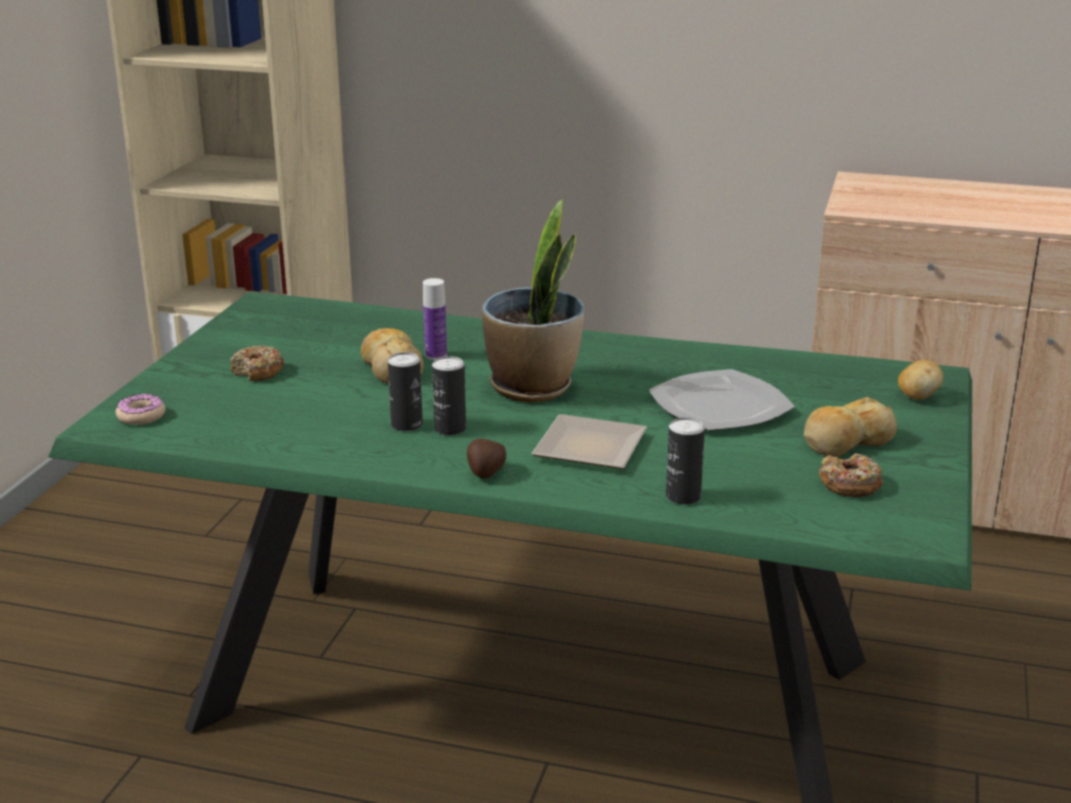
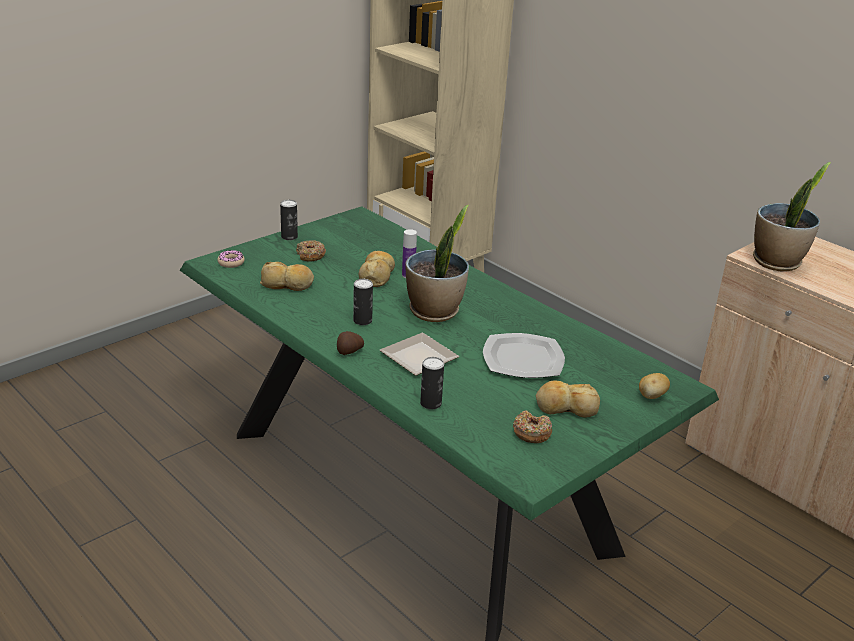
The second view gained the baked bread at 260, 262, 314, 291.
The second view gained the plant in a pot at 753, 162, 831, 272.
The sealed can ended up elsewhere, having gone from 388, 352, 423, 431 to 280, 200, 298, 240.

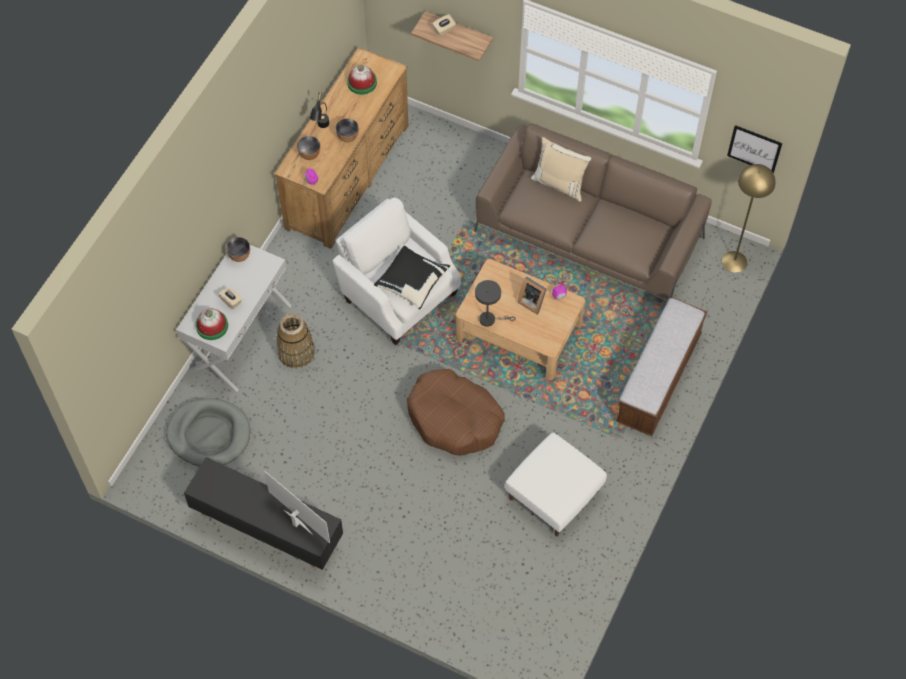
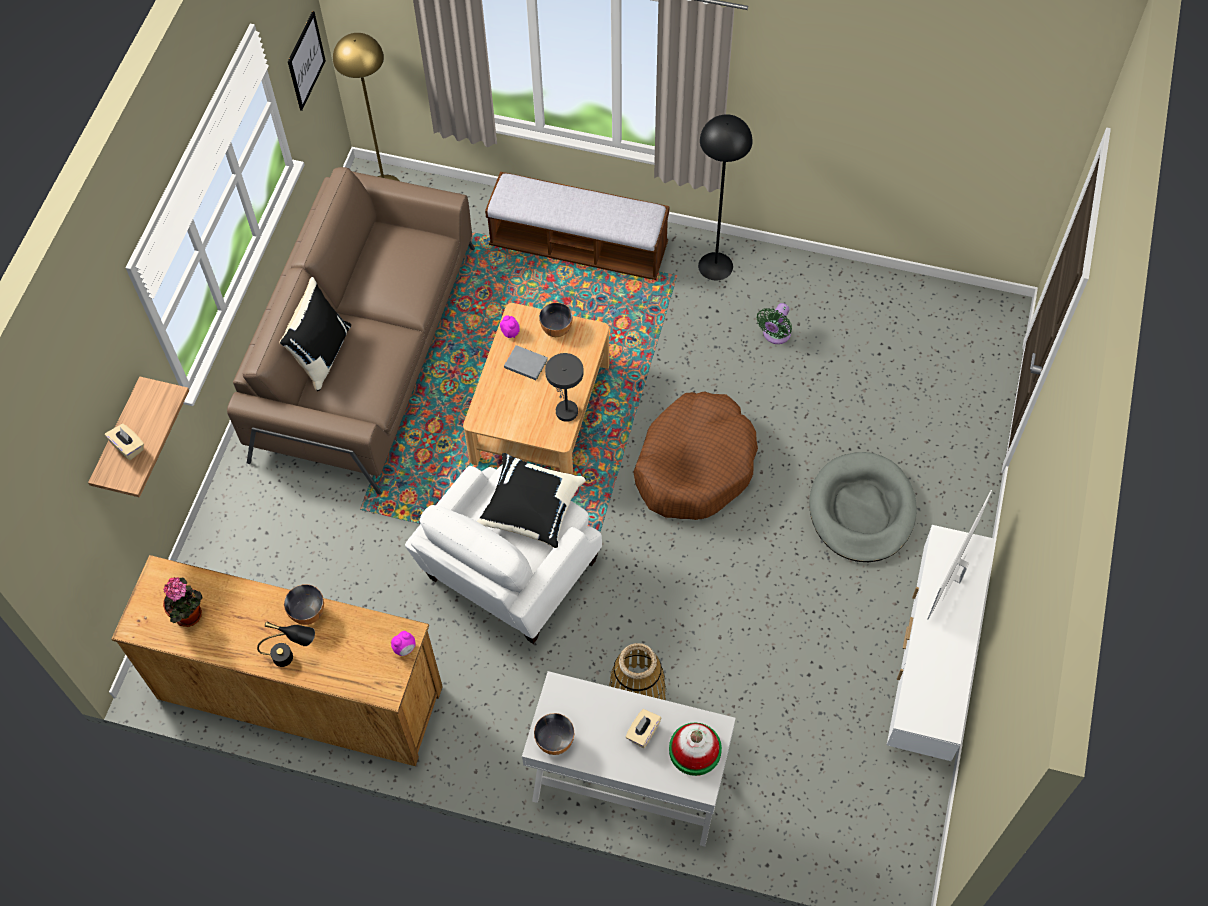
The second view gained the standard lamp/blackish at 698, 114, 752, 280.
The dog bed/grey ended up elsewhere, having gone from 166, 398, 250, 466 to 809, 452, 917, 562.
The deep dish ended up elsewhere, having gone from 297, 136, 320, 160 to 539, 303, 573, 337.
Where the clothing hat stood at 347, 65, 377, 95, the plant in a pot came to stand at 163, 577, 202, 627.
Where the pouffe/white-coloured stood at 505, 433, 607, 536, the electric fan/green came to stand at 757, 303, 792, 344.
Where the standing frame stood at 517, 277, 546, 314, the volume/grey came to stand at 504, 345, 548, 380.
What was the media console/blackish at 184, 457, 343, 570 turned into the media console/white-coloured at 887, 525, 995, 761.
What was the throw pillow/beige-coloured at 531, 137, 592, 202 turned into the throw pillow/blackish at 279, 277, 351, 391.

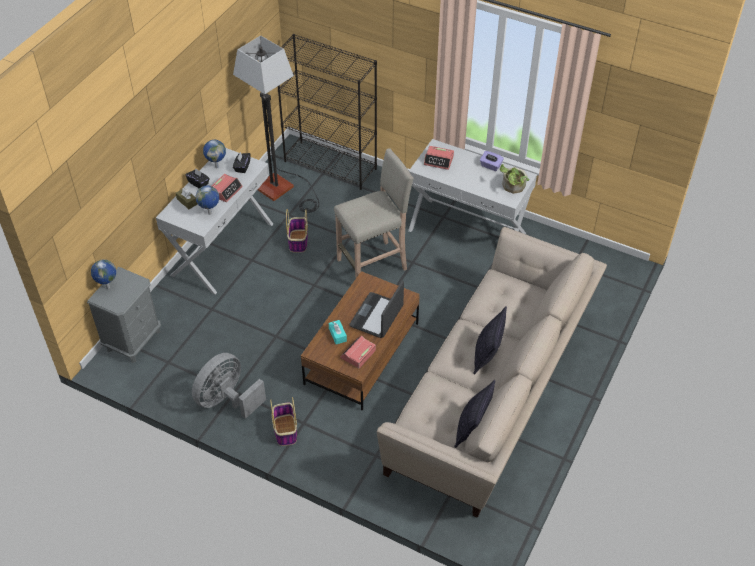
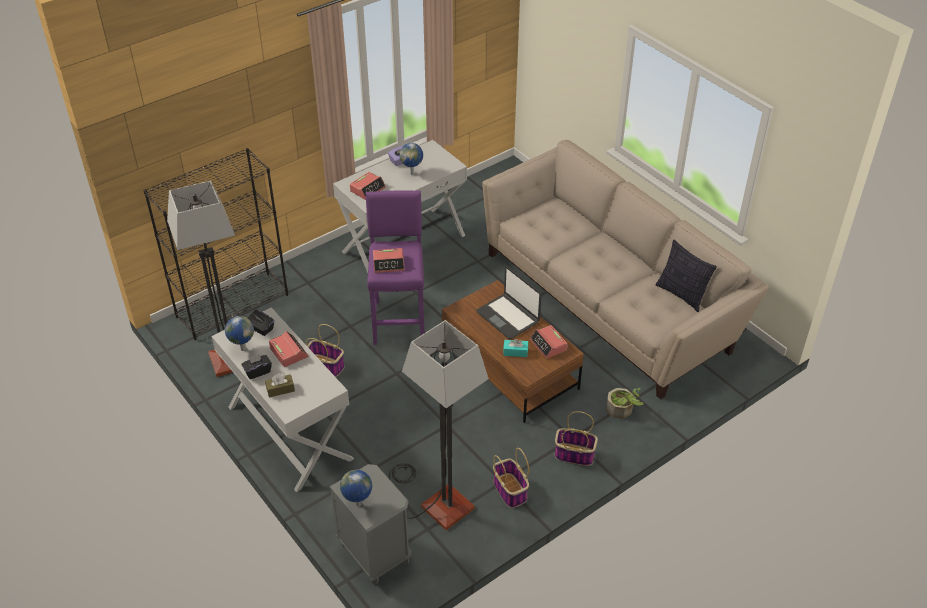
The second view lost the throw pillow at 473, 306, 507, 374.
The second view gained the alarm clock at 373, 248, 405, 273.
The second view gained the standard lamp at 389, 320, 489, 530.
The desk globe ended up elsewhere, having gone from 196, 185, 219, 215 to 399, 143, 423, 175.
The plant in a pot ended up elsewhere, having gone from 500, 164, 530, 194 to 606, 388, 644, 419.
Where the electric fan/grey stood at 192, 353, 266, 419, the basket came to stand at 493, 448, 529, 508.
What was the stool/beige-coloured at 334, 148, 414, 279 turned into the stool/purplish at 366, 190, 425, 345.

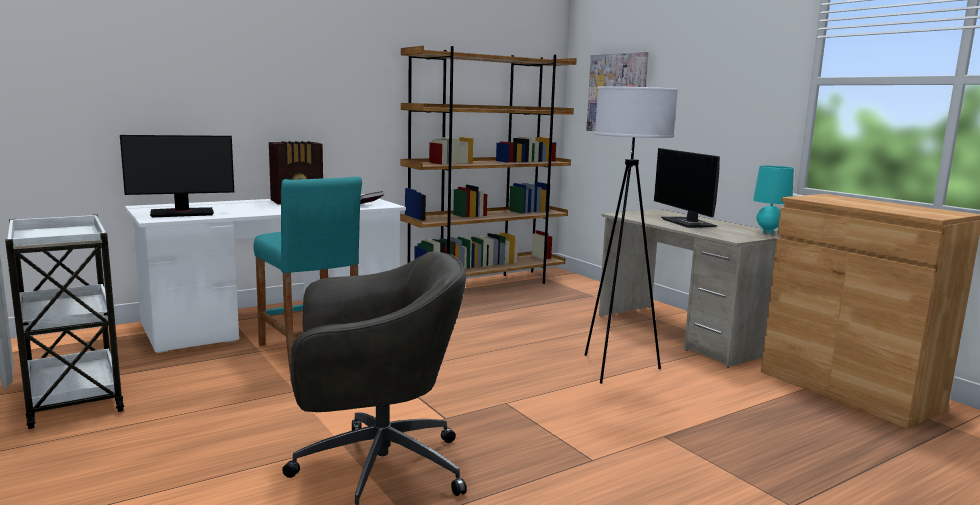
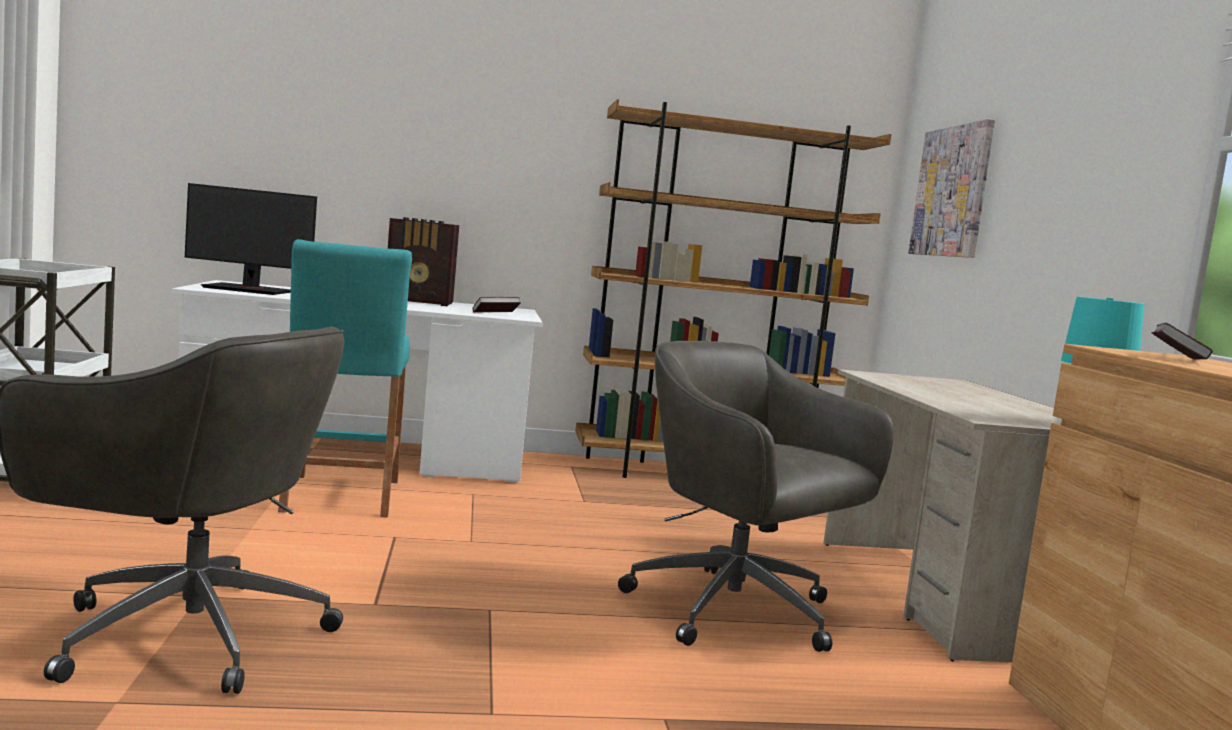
The second view lost the computer screen at 654, 148, 720, 228.
The second view gained the volume at 1152, 323, 1213, 360.
Where the standard lamp/white-coloured stood at 585, 86, 678, 384, the computer chair/grey came to stand at 618, 341, 894, 652.

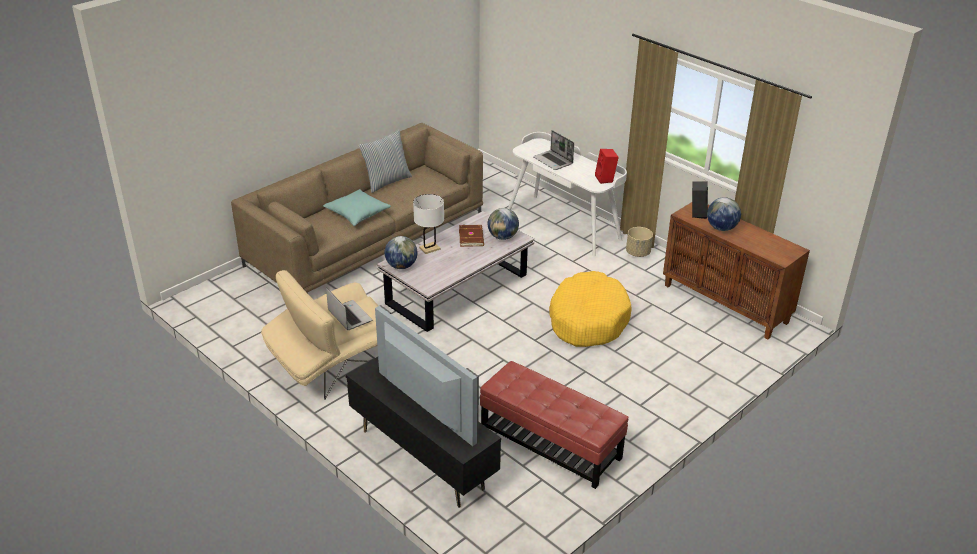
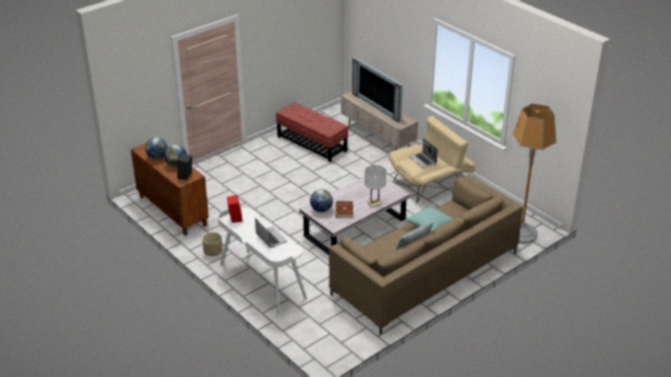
The second view lost the dog bed/yellow-coloured at 549, 271, 632, 347.
The second view gained the standard lamp at 513, 103, 556, 244.
The desk globe ended up elsewhere, having gone from 385, 236, 418, 269 to 145, 137, 168, 160.
What was the media console/blackish at 345, 357, 501, 508 turned into the media console/beige-coloured at 341, 91, 419, 150.

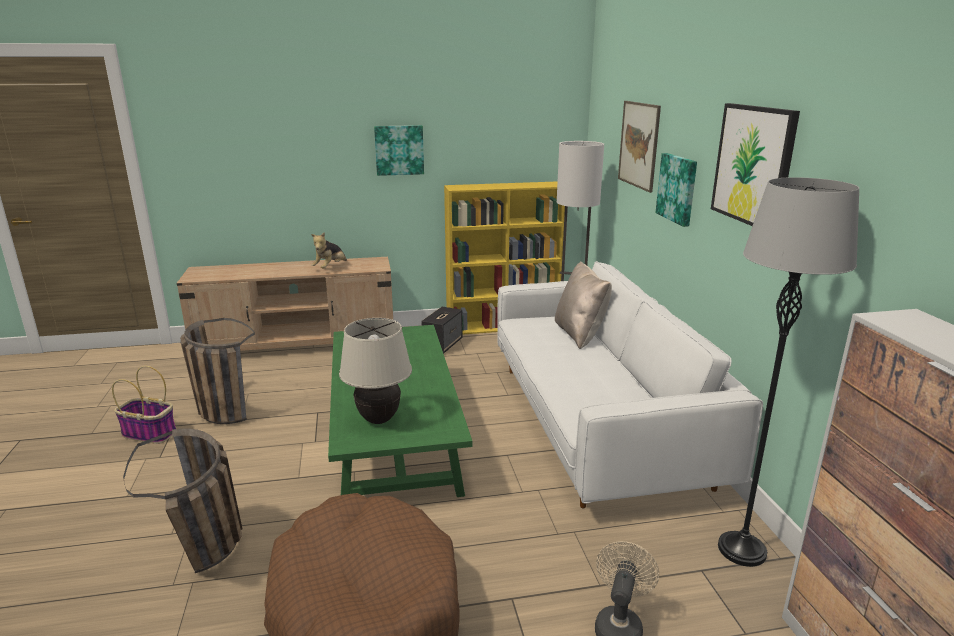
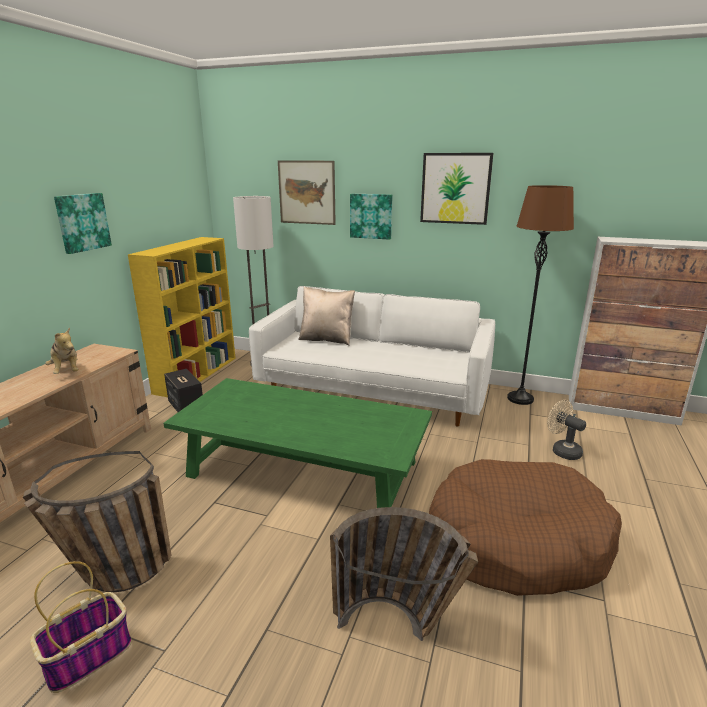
The second view lost the lamp for a table/beige-coloured at 339, 318, 412, 424.
What was the standard lamp/grey at 718, 177, 859, 567 turned into the standard lamp/brown-coloured at 507, 185, 574, 405.

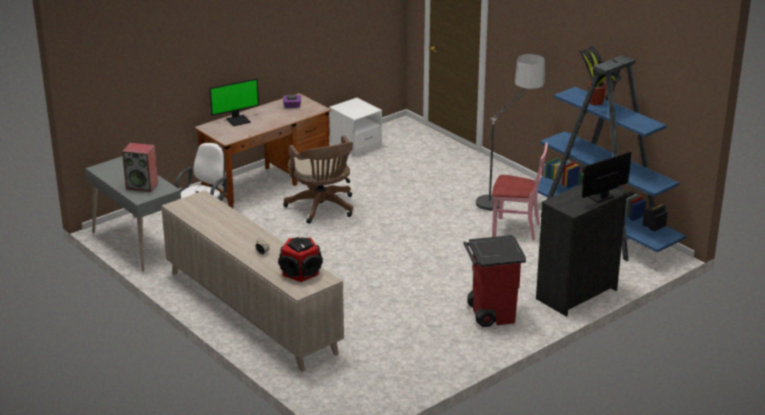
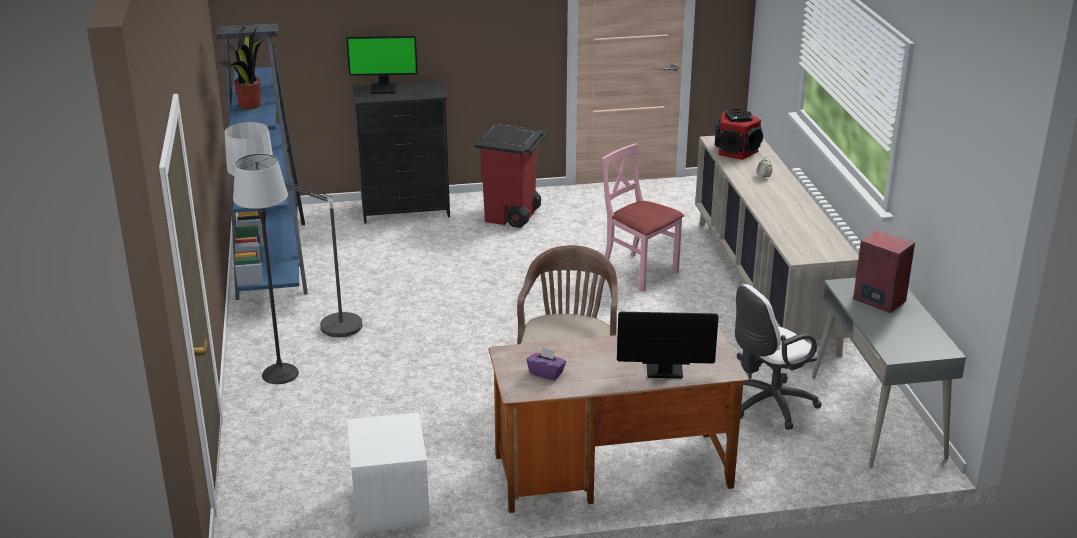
The second view gained the standard lamp at 233, 154, 299, 384.
The plain chair/pink ended up elsewhere, having gone from 492, 142, 548, 241 to 602, 143, 684, 292.

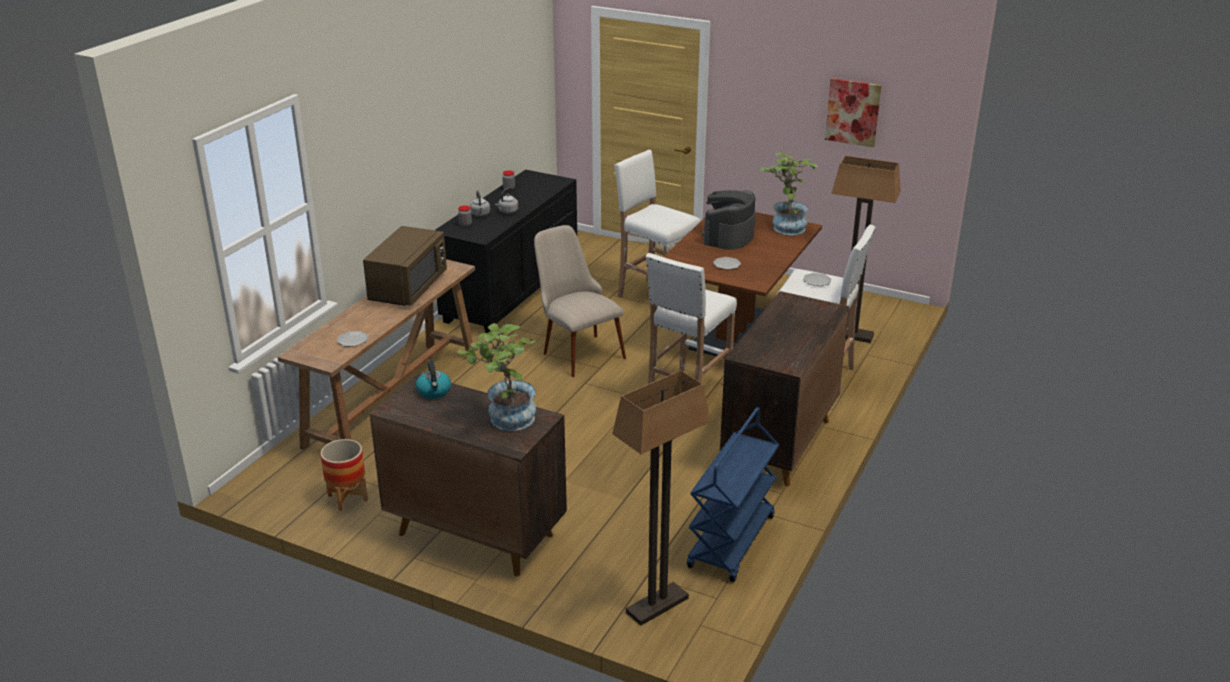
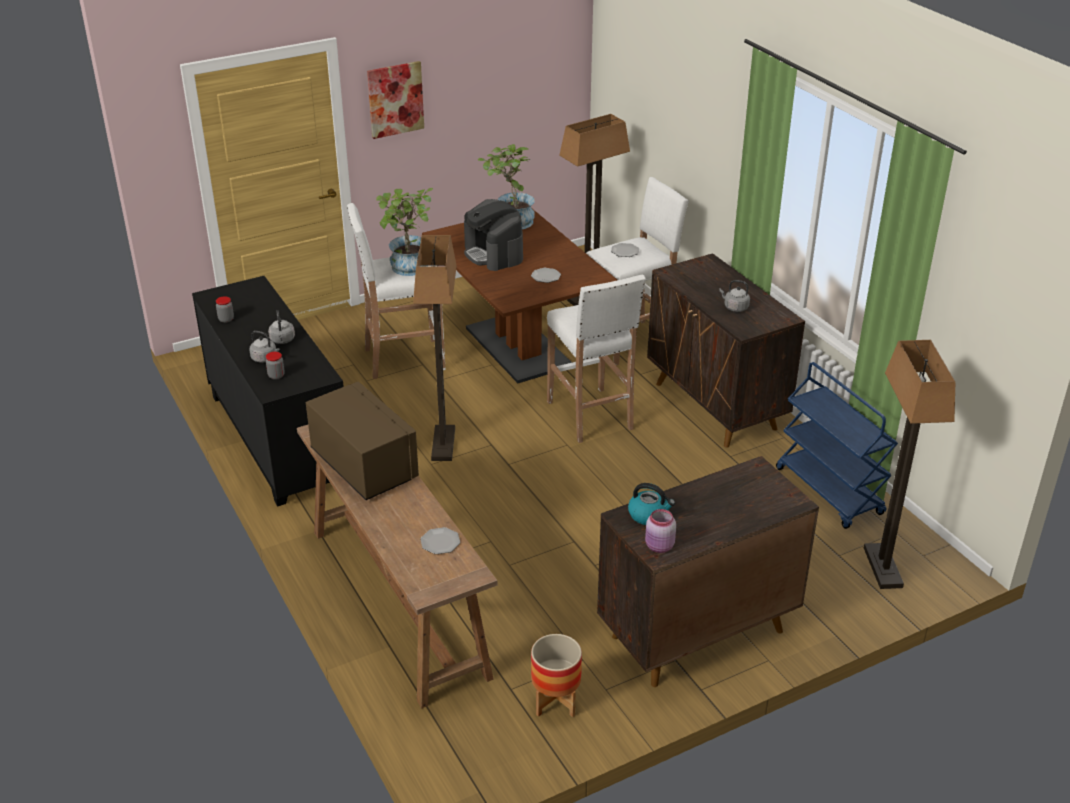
The second view gained the storage jar/pink at 645, 509, 676, 553.
The second view gained the tea kettle/grey at 719, 280, 750, 312.
The plant in a pot ended up elsewhere, having gone from 457, 323, 536, 431 to 376, 188, 433, 276.
The wall art ended up elsewhere, having gone from 825, 78, 882, 148 to 367, 61, 424, 139.
Where the plain chair/beige-coloured stood at 534, 225, 626, 377, the standard lamp came to stand at 413, 235, 457, 461.

